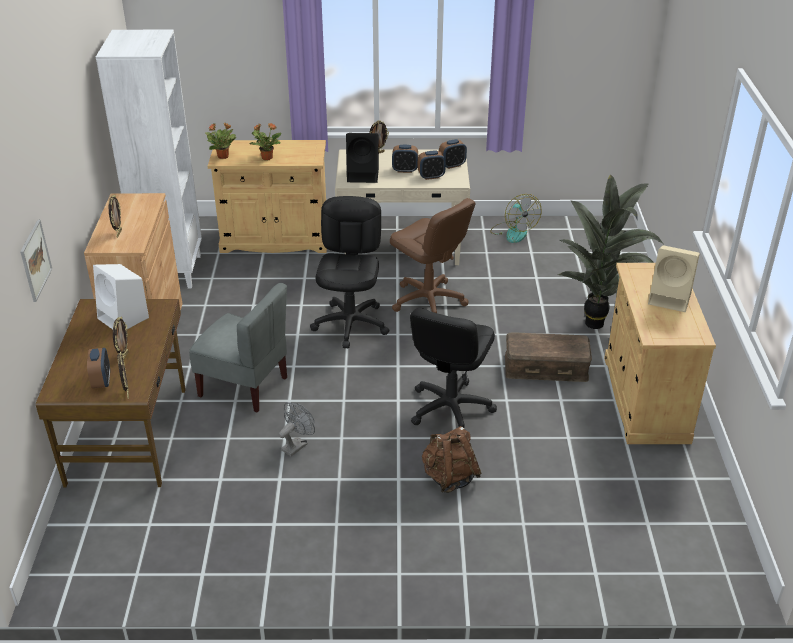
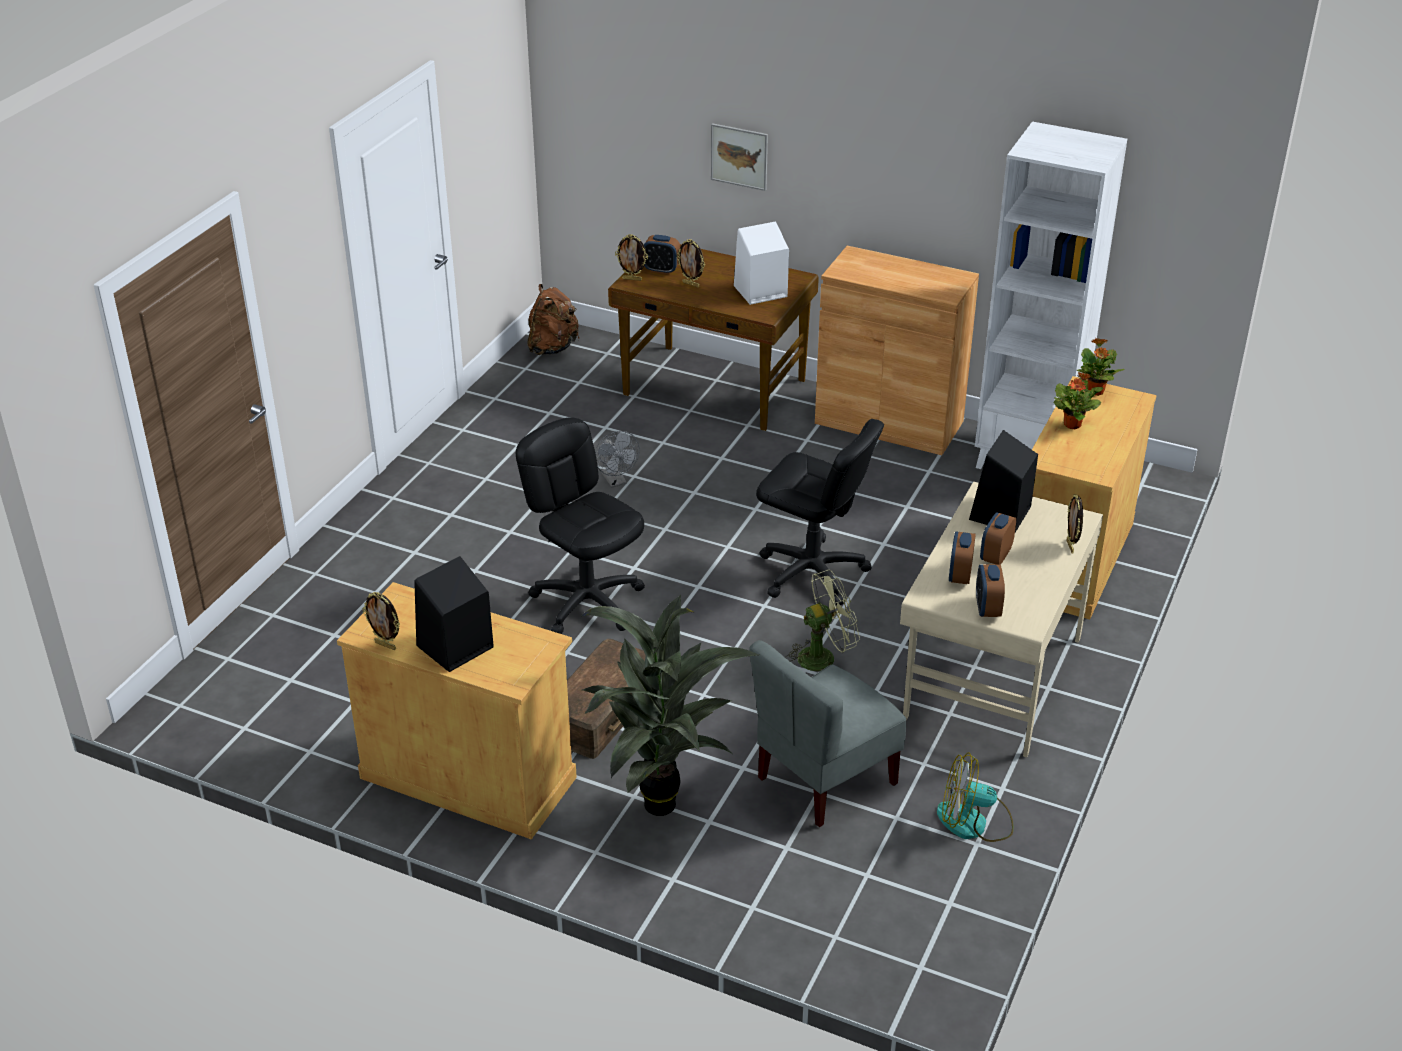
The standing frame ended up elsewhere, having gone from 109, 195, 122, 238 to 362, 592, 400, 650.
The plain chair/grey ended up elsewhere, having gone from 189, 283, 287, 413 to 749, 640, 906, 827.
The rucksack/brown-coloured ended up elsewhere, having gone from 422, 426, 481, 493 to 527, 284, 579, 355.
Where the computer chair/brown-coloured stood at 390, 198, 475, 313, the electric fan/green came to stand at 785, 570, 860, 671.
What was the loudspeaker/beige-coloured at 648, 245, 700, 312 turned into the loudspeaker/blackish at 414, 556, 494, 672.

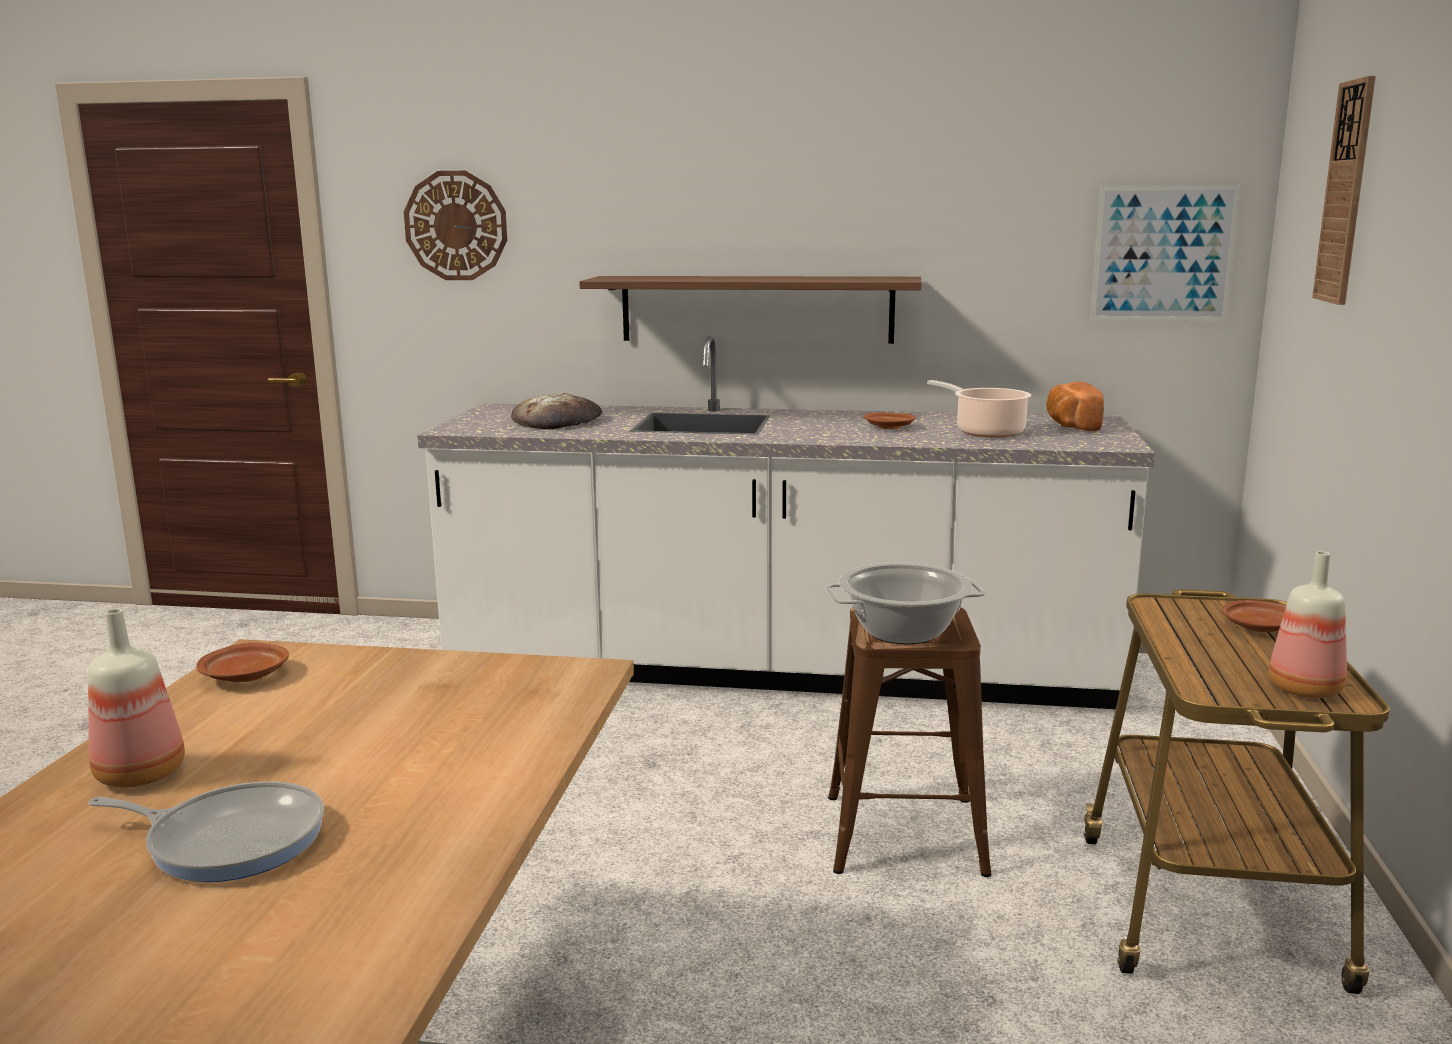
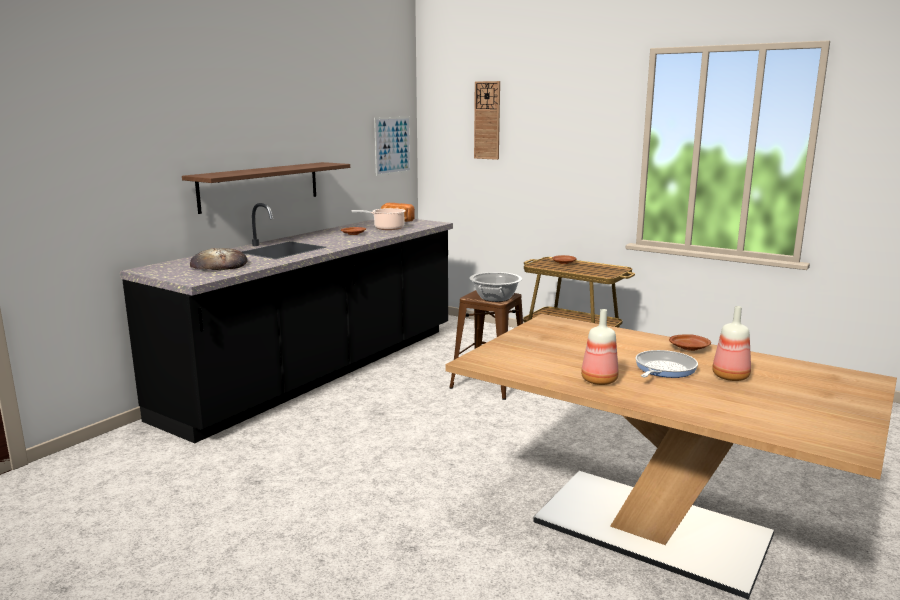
The second view lost the clock on the wall at 404, 171, 507, 280.
The dinner plate/brown-coloured ended up elsewhere, having gone from 196, 643, 289, 682 to 669, 334, 711, 351.
The drink bottle ended up elsewhere, having gone from 1269, 551, 1347, 698 to 712, 306, 751, 381.
What was the counter/white-coloured at 417, 336, 1155, 709 turned into the counter/blackish at 120, 203, 453, 443.

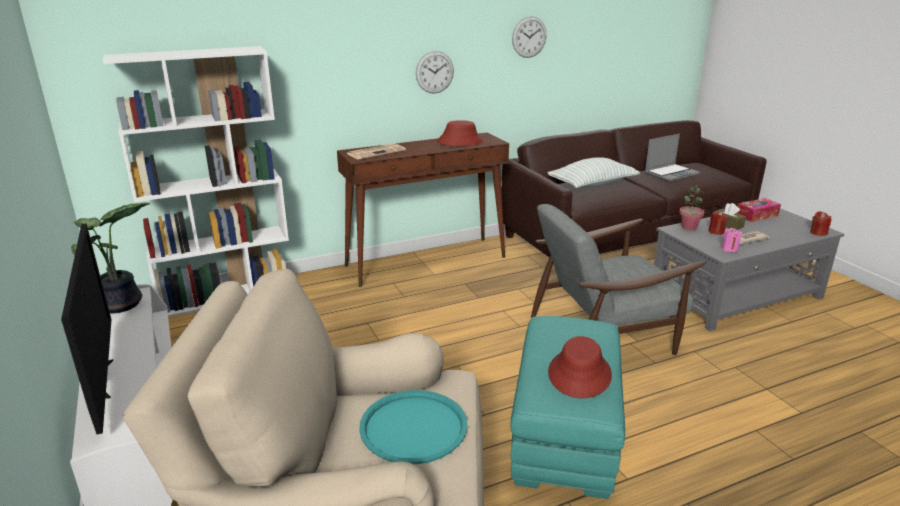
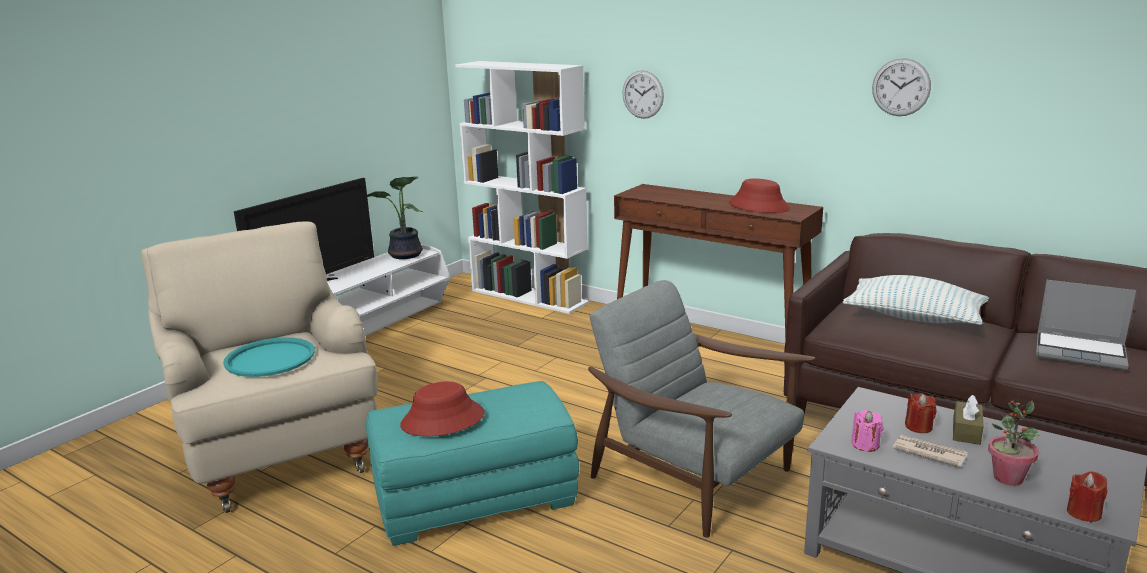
The second view lost the printed paper at 347, 143, 406, 160.
The second view lost the box of tissues at 737, 198, 781, 222.
The clock on the wall ended up elsewhere, having gone from 416, 51, 454, 93 to 622, 70, 664, 119.
The plant in a pot ended up elsewhere, having gone from 679, 185, 704, 231 to 988, 400, 1039, 486.

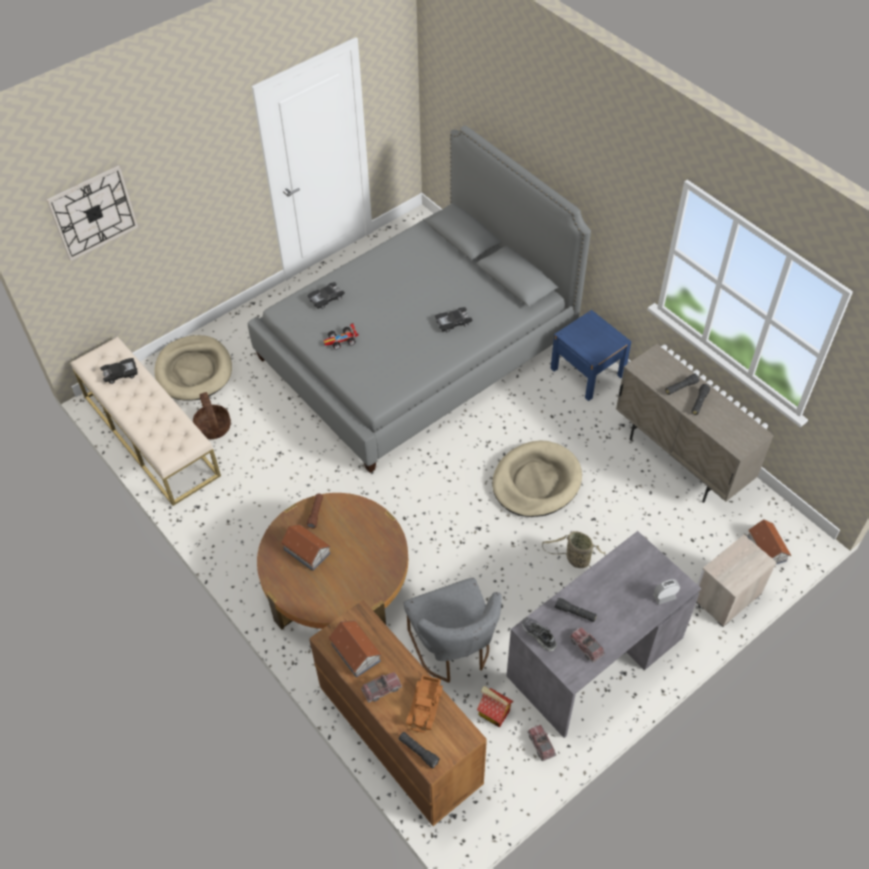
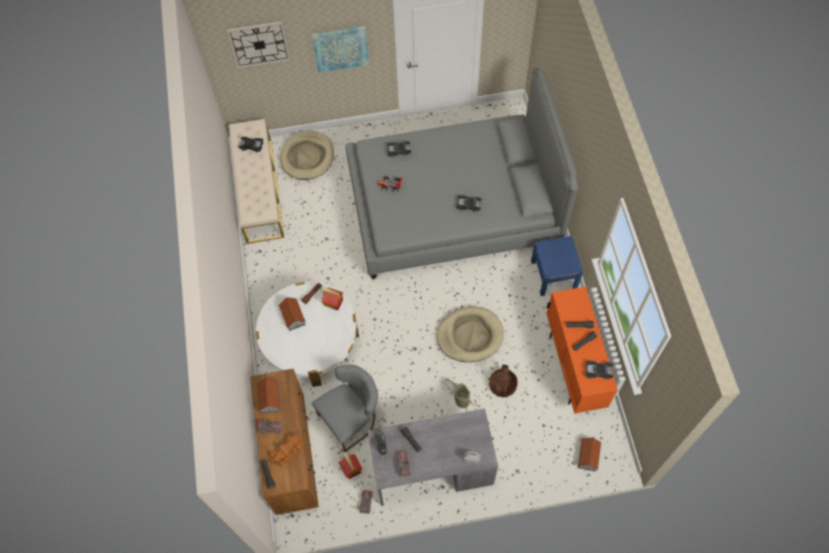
The second view lost the nightstand at 696, 535, 777, 627.
The second view gained the wall art at 312, 26, 369, 73.
The second view gained the model house at 322, 286, 343, 310.
The second view gained the model car/blackish at 585, 361, 613, 379.
The basket ended up elsewhere, having gone from 193, 392, 231, 439 to 489, 365, 518, 397.
What was the coffee table/brown-coloured at 257, 493, 408, 630 turned into the coffee table/white-coloured at 256, 282, 359, 387.
What was the storage cabinet/beige-coloured at 616, 344, 774, 503 turned into the storage cabinet/orange at 546, 286, 618, 414.
The plain chair/grey at 403, 578, 502, 683 ended up facing another way, 135 degrees counterclockwise from before.

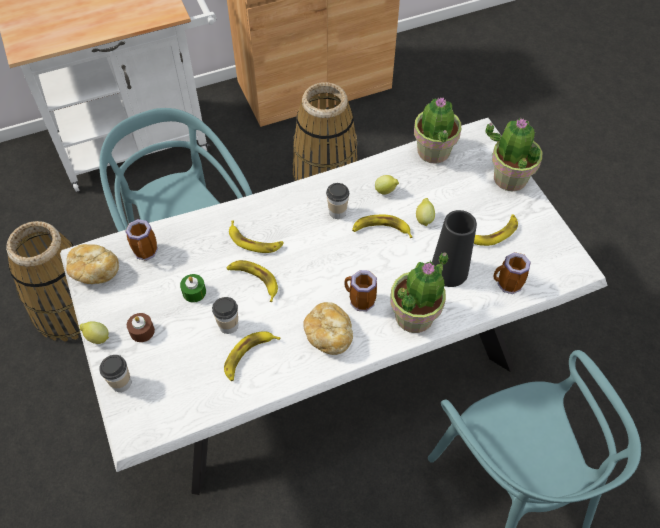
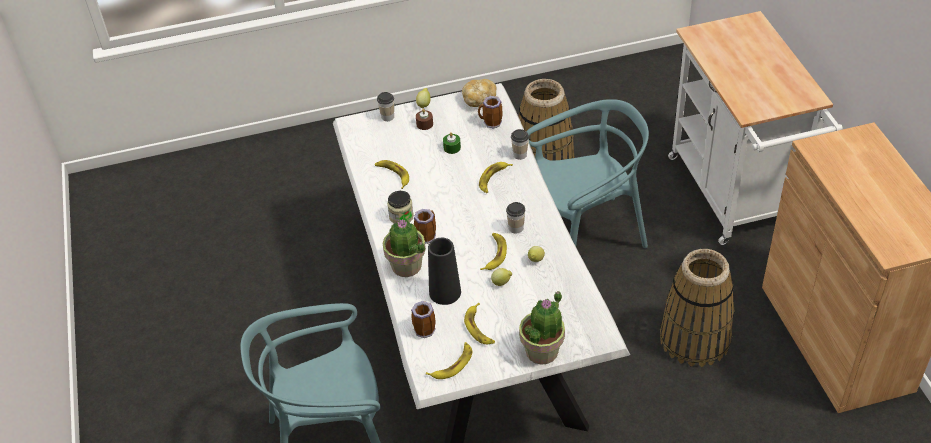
The second view lost the plant in a pot at 414, 97, 461, 164.
The cup ended up elsewhere, having gone from 212, 297, 238, 334 to 511, 129, 529, 160.
The banana ended up elsewhere, having gone from 226, 260, 278, 302 to 426, 342, 472, 379.
Where the baked bread stood at 303, 302, 353, 355, the storage jar came to stand at 387, 191, 414, 224.

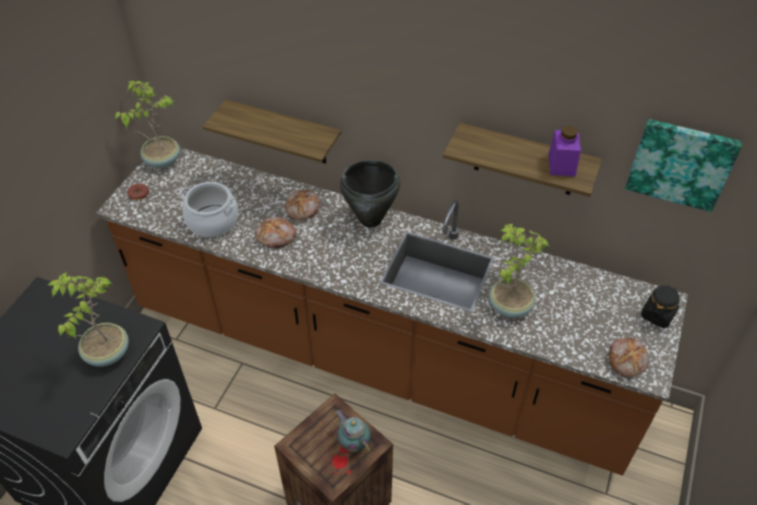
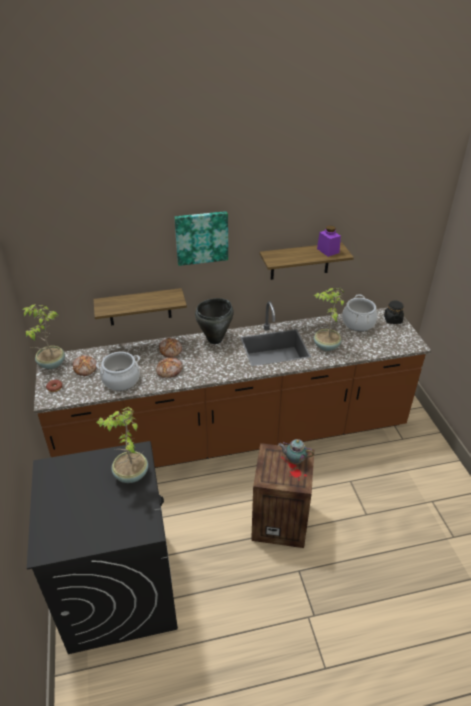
The second view gained the saucepot at 342, 295, 377, 331.
The baked bread ended up elsewhere, having gone from 609, 338, 649, 377 to 72, 355, 97, 376.
The wall art ended up elsewhere, having gone from 625, 119, 742, 212 to 174, 211, 228, 266.

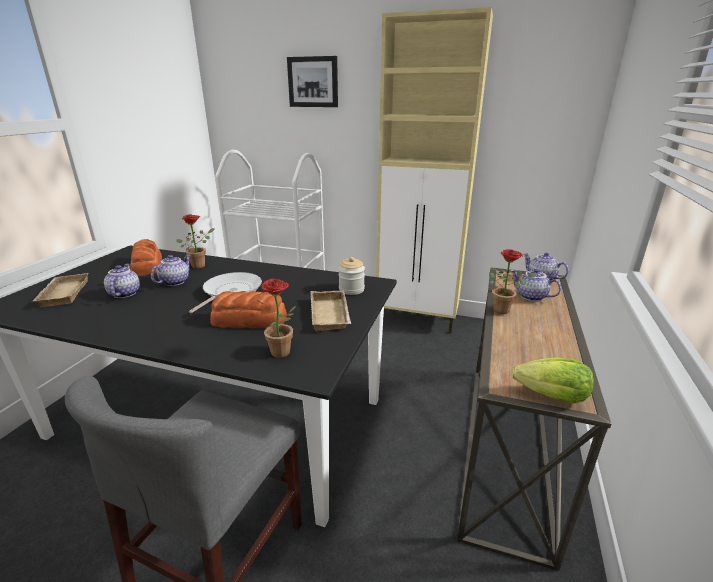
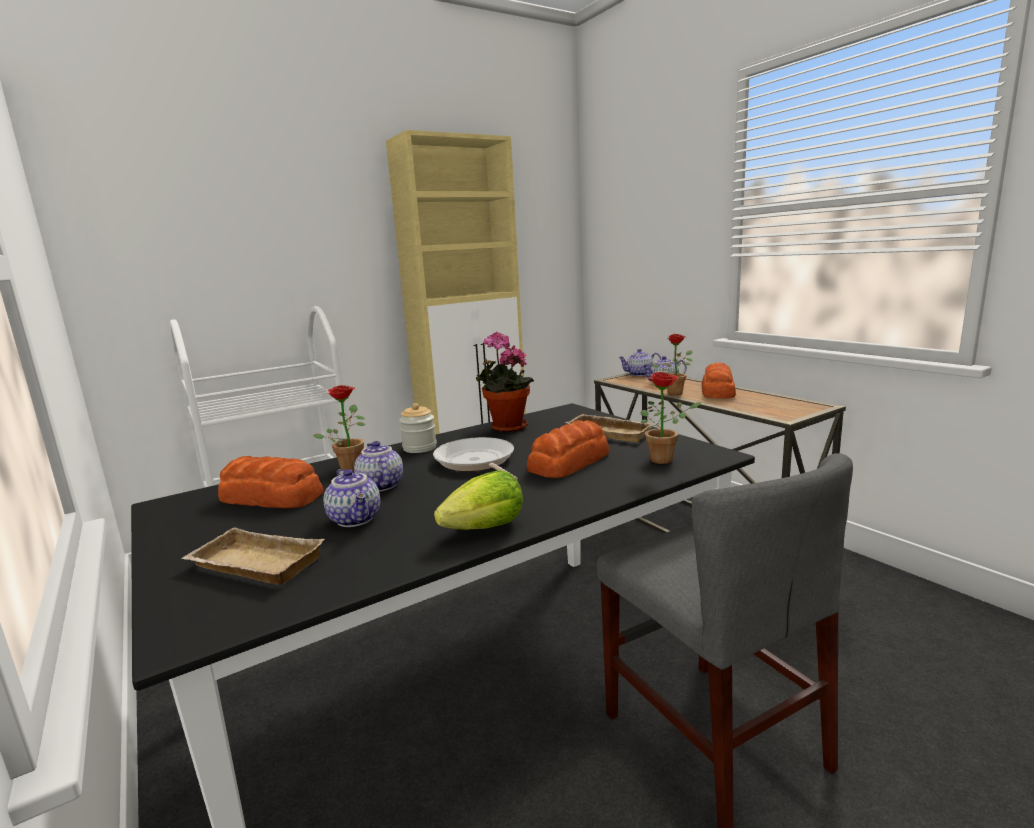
The second view lost the wall art at 287, 56, 338, 107.
The second view gained the plant in a pot at 476, 332, 534, 432.
The second view gained the baked bread at 702, 363, 736, 399.
The storage jar ended up elsewhere, having gone from 338, 257, 365, 295 to 399, 403, 437, 453.
The lettuce head ended up elsewhere, having gone from 512, 357, 594, 404 to 434, 470, 523, 530.
The teapot at 104, 264, 140, 298 ended up facing another way, 150 degrees counterclockwise from before.

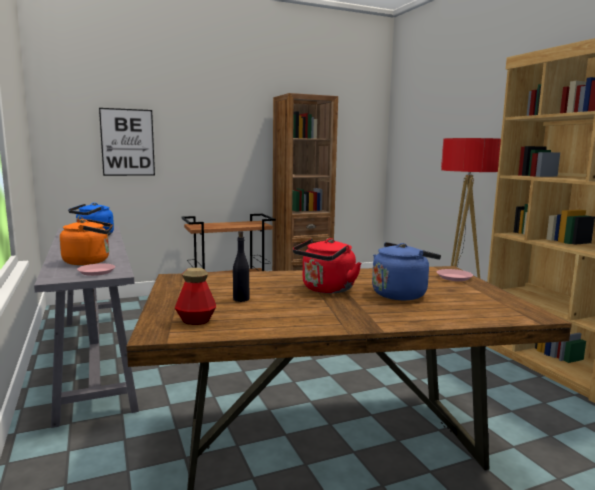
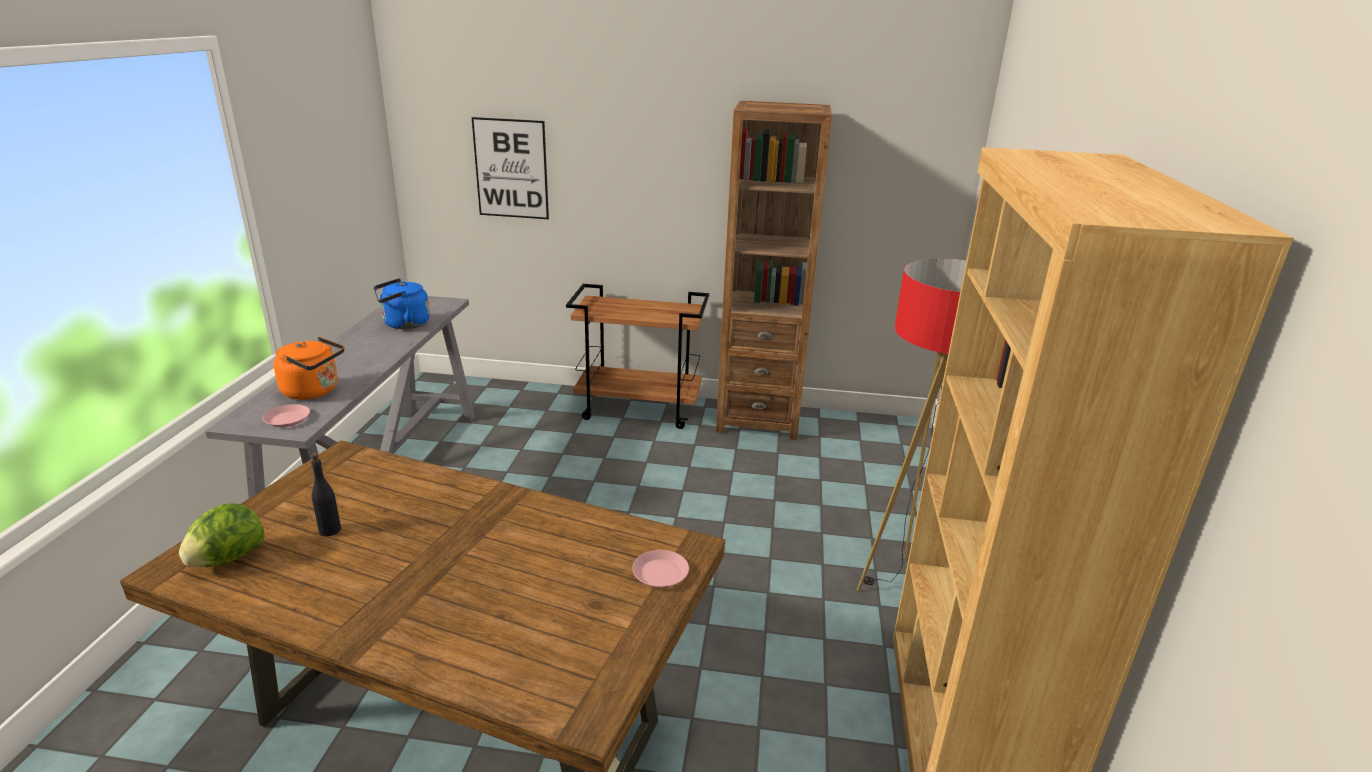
The second view lost the tea kettle/red at 293, 238, 361, 293.
The second view lost the tea kettle/blue at 372, 242, 441, 300.
Where the drink bottle stood at 175, 268, 216, 325, the lettuce head came to stand at 179, 503, 265, 567.

